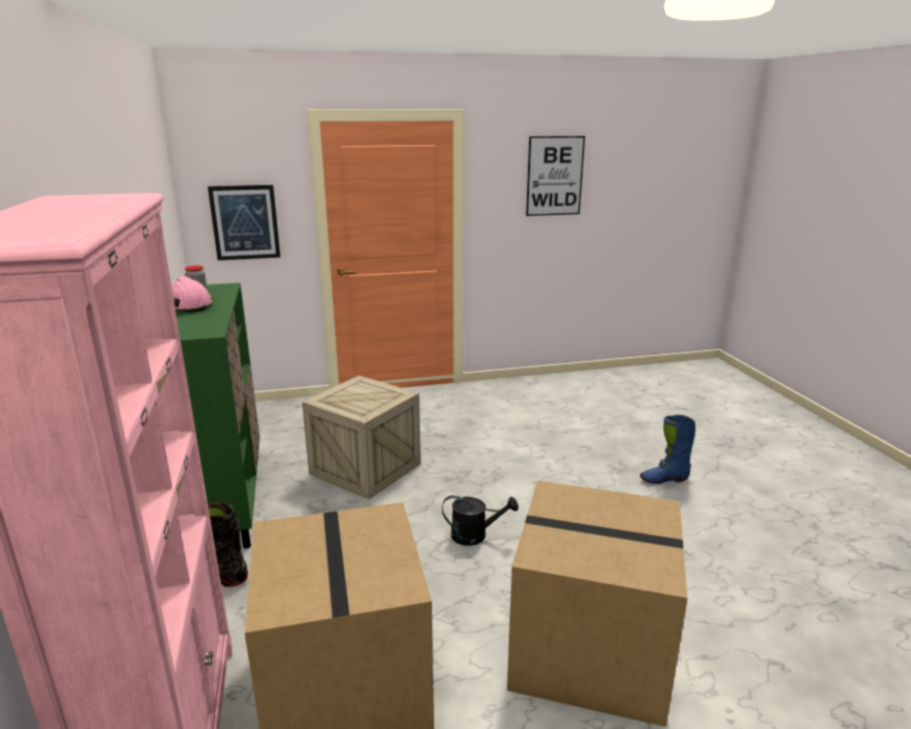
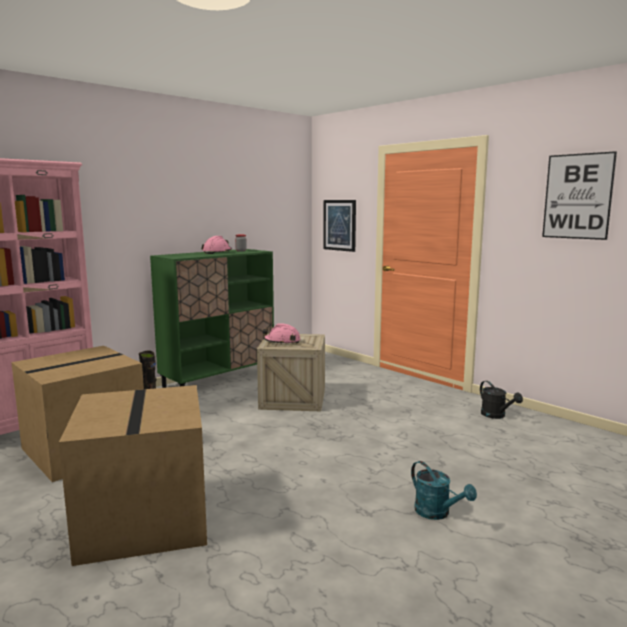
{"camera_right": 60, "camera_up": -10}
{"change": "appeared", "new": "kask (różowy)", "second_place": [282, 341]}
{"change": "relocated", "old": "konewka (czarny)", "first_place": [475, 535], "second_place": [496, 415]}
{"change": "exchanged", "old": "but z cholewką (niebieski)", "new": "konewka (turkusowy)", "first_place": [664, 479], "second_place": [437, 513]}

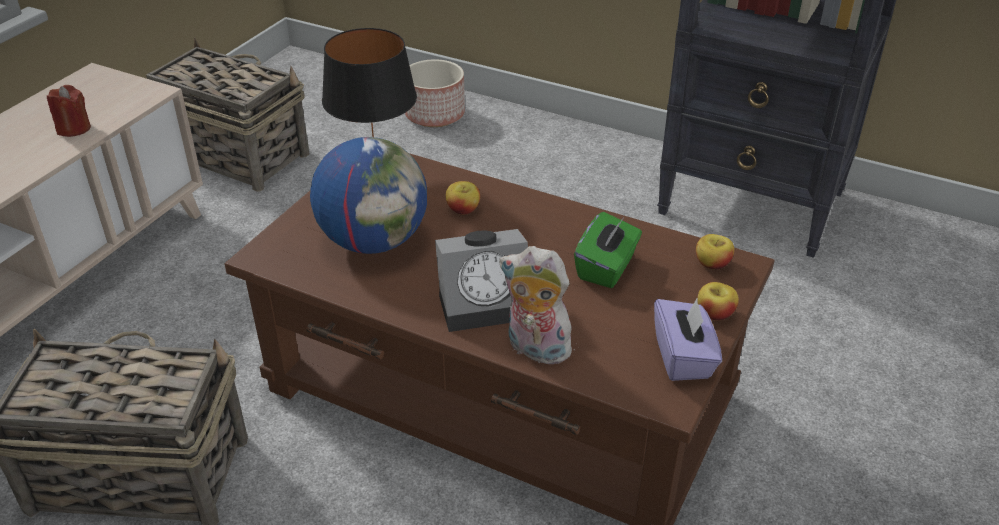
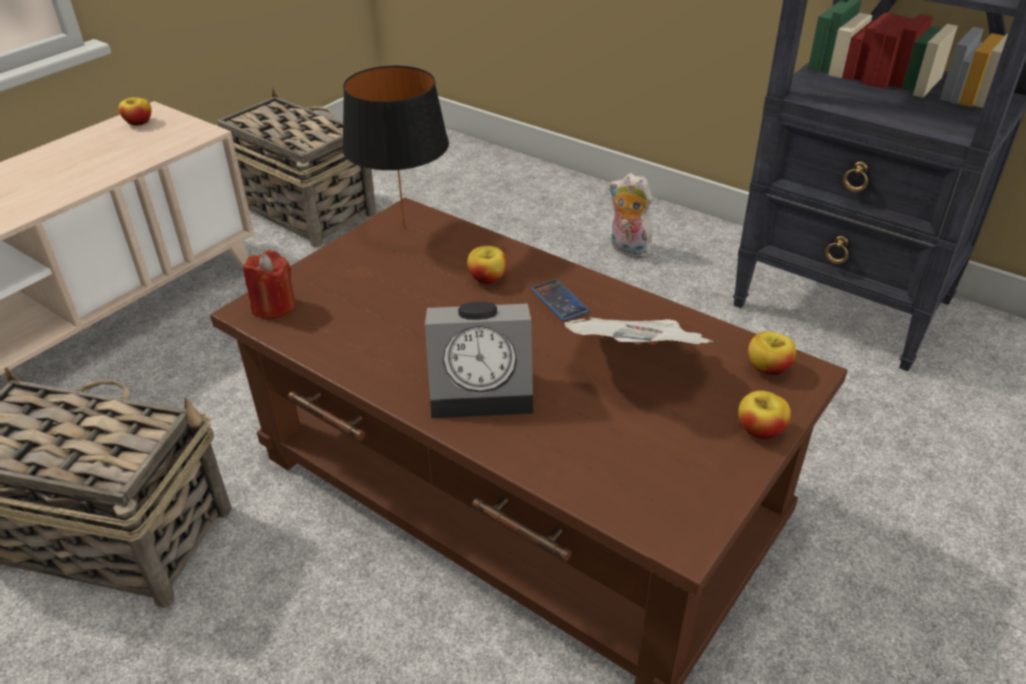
{"camera_right": 10, "camera_up": 0}
{"change": "missing", "old": "globus", "first_place": [374, 241]}
{"change": "missing", "old": "donica", "first_place": [435, 114]}
{"change": "missing", "old": "pudełko chusteczek (fioletowy)", "first_place": [683, 357]}
{"change": "appeared", "new": "jabłko", "second_place": [139, 122]}
{"change": "appeared", "new": "telefon", "second_place": [559, 301]}
{"change": "relocated", "old": "świeca (czerwony)", "first_place": [73, 128], "second_place": [274, 306]}
{"change": "relocated", "old": "pluszak", "first_place": [535, 349], "second_place": [627, 250]}
{"change": "exchanged", "old": "pudełko chusteczek (zielony)", "new": "gazeta", "first_place": [607, 268], "second_place": [637, 360]}

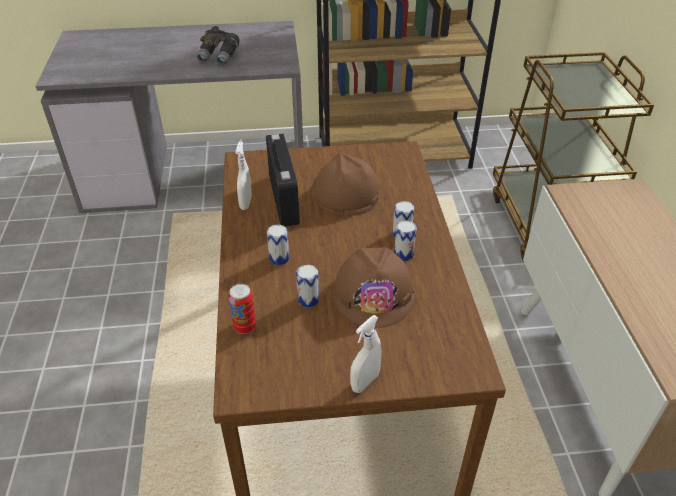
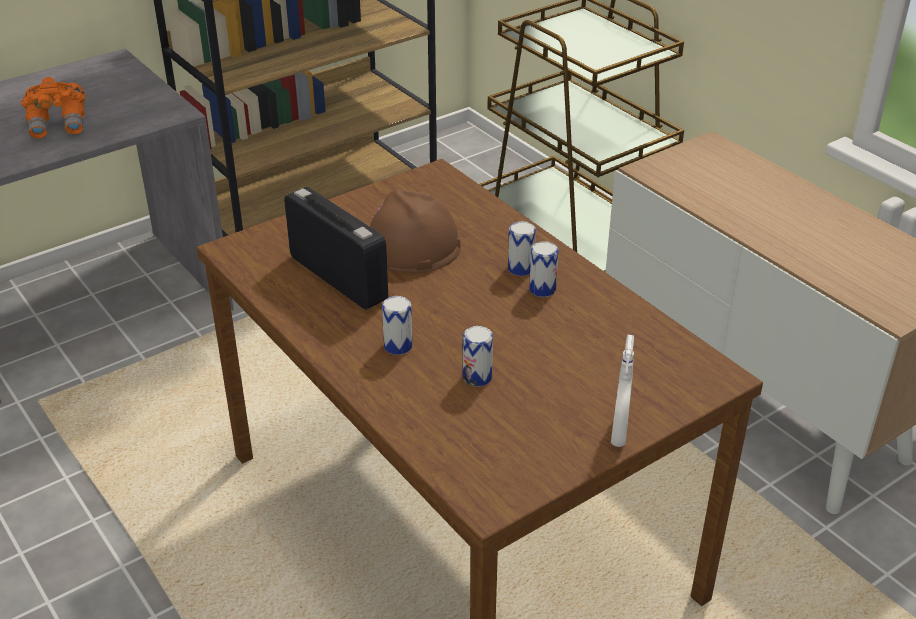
{"camera_right": -30, "camera_up": -5}
{"change": "missing", "old": "puszka", "first_place": [245, 327]}
{"change": "missing", "old": "spryskiwacz (biały)", "first_place": [246, 203]}
{"change": "missing", "old": "kask (brązowy)", "first_place": [374, 294]}
{"change": "colour", "old": "lornetka (szary)", "new": "lornetka (pomarańczowy)", "first_place": [219, 57], "second_place": [59, 124]}

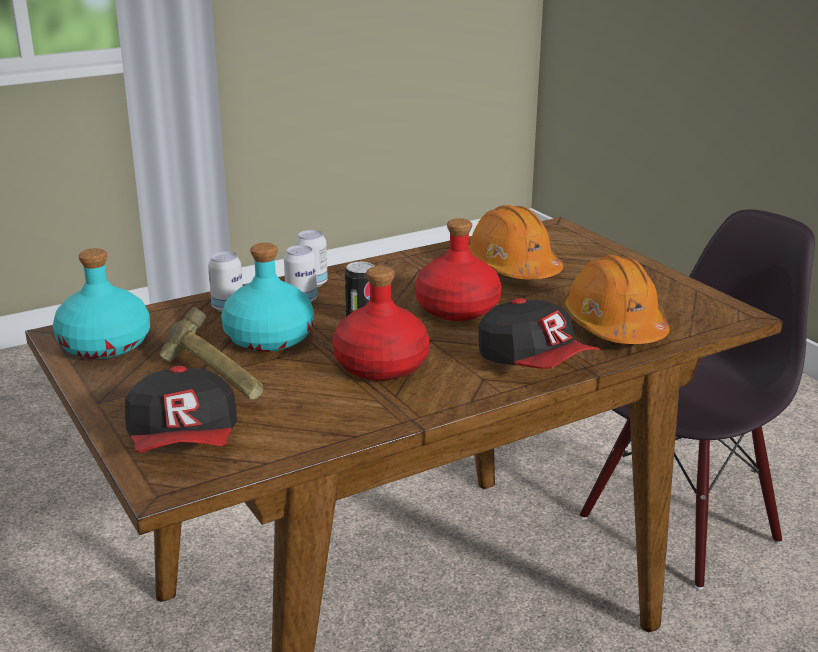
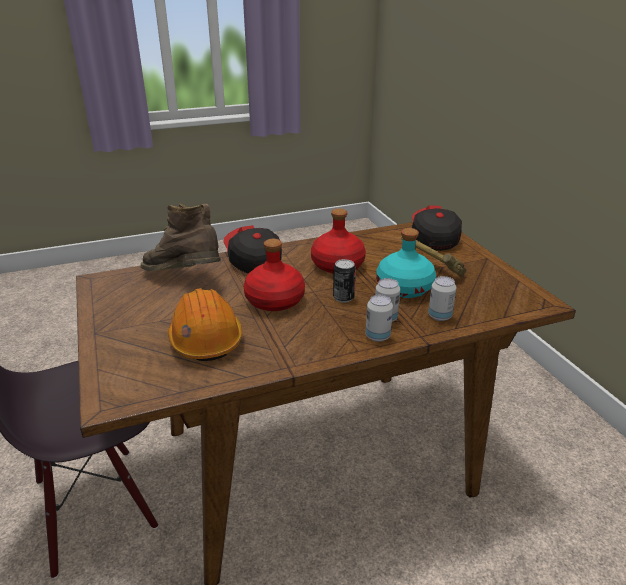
{"camera_right": -170, "camera_up": 5}
{"change": "missing", "old": "butelka (turkusowy)", "first_place": [105, 345]}
{"change": "exchanged", "old": "kask (pomarańczowy)", "new": "but z cholewką (brązowy)", "first_place": [614, 326], "second_place": [185, 278]}

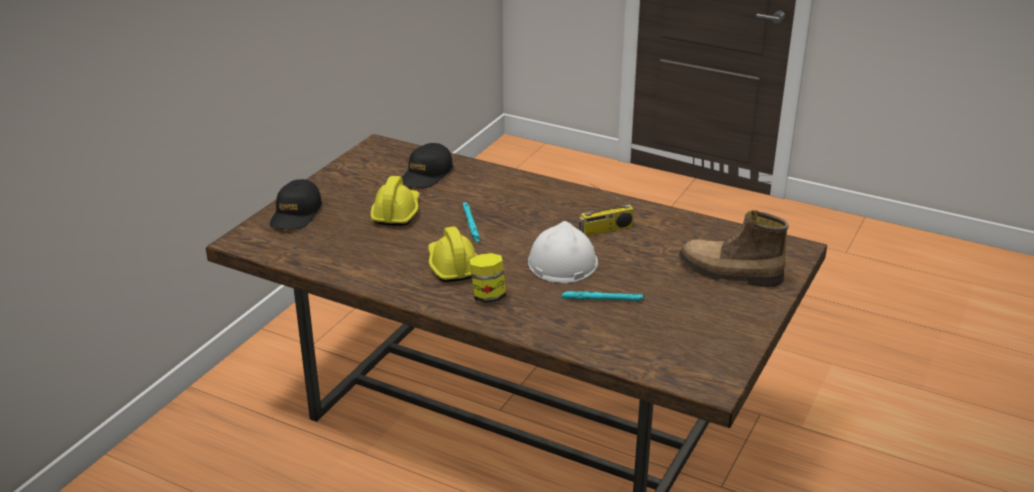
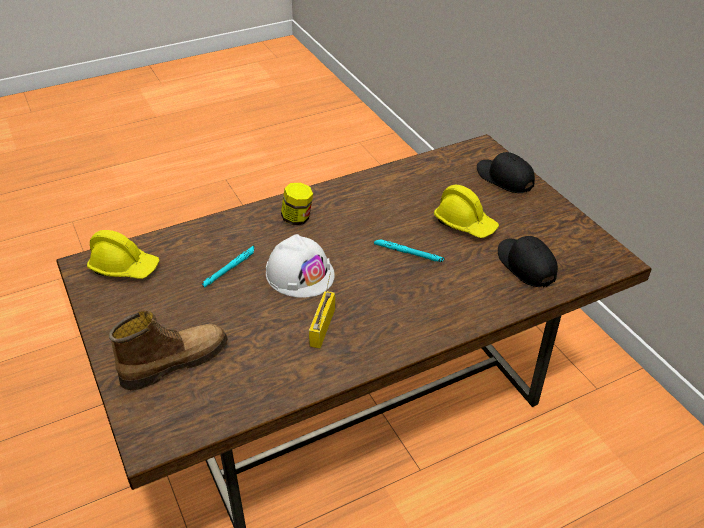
{"camera_right": 125, "camera_up": 10}
{"change": "relocated", "old": "kask (żółty)", "first_place": [452, 266], "second_place": [124, 267]}

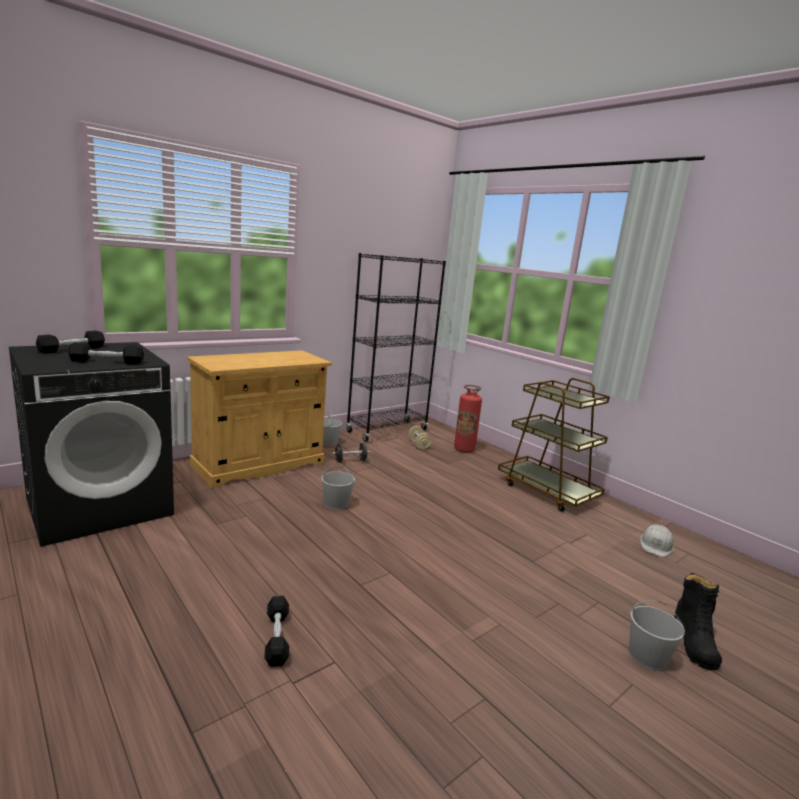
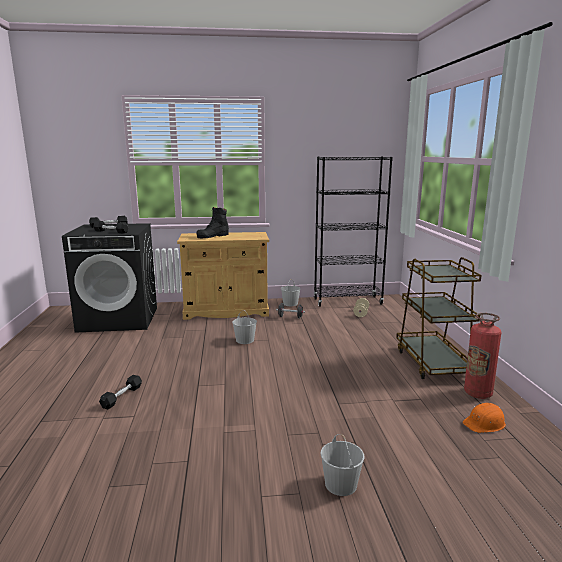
{"camera_right": 35, "camera_up": 0}
{"change": "relocated", "old": "gaśnica", "first_place": [464, 449], "second_place": [478, 393]}
{"change": "relocated", "old": "but z cholewką (czarny)", "first_place": [694, 642], "second_place": [213, 236]}
{"change": "colour", "old": "kask (biały)", "new": "kask (pomarańczowy)", "first_place": [656, 545], "second_place": [485, 423]}

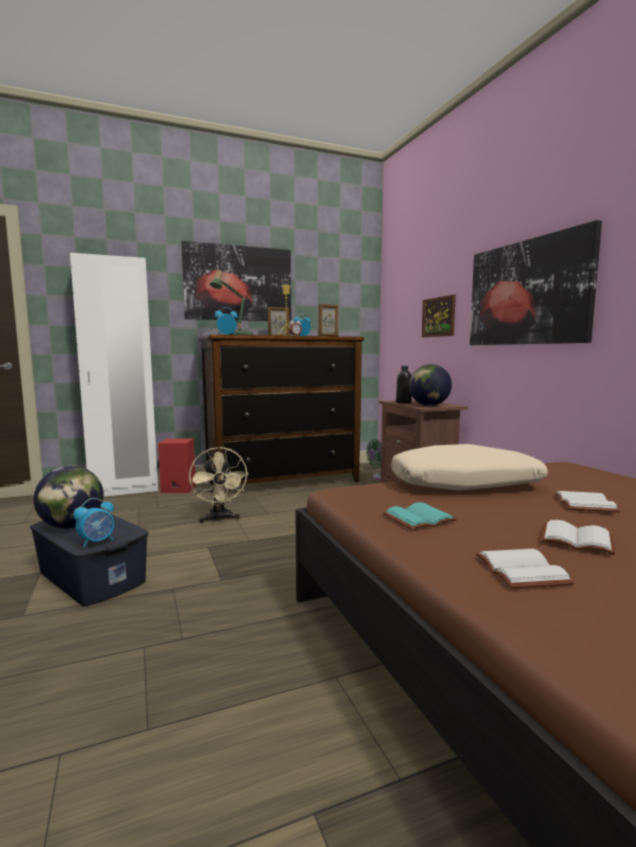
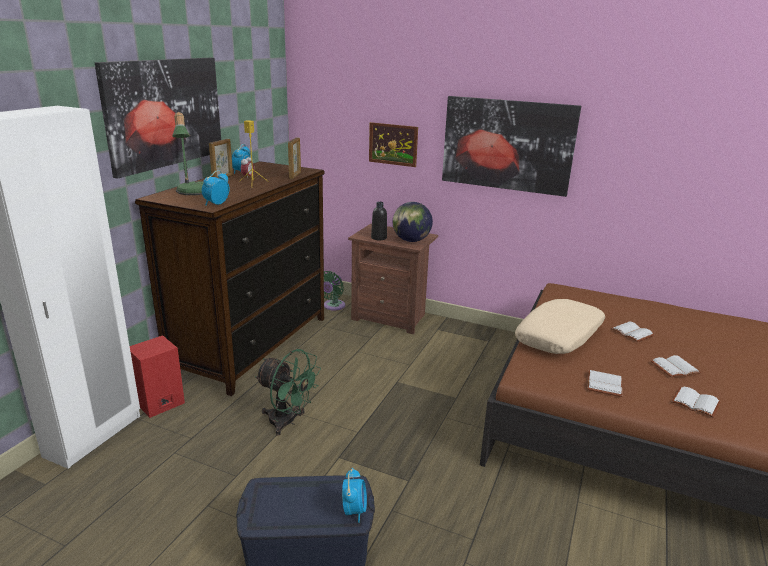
{"camera_right": -45, "camera_up": 15}
{"change": "missing", "old": "globus", "first_place": [72, 526]}
{"change": "colour", "old": "wentylator (beżowy)", "new": "wentylator (zielony)", "first_place": [219, 519], "second_place": [288, 422]}
{"change": "colour", "old": "książka (turkusowy)", "new": "książka (biały)", "first_place": [418, 518], "second_place": [603, 384]}

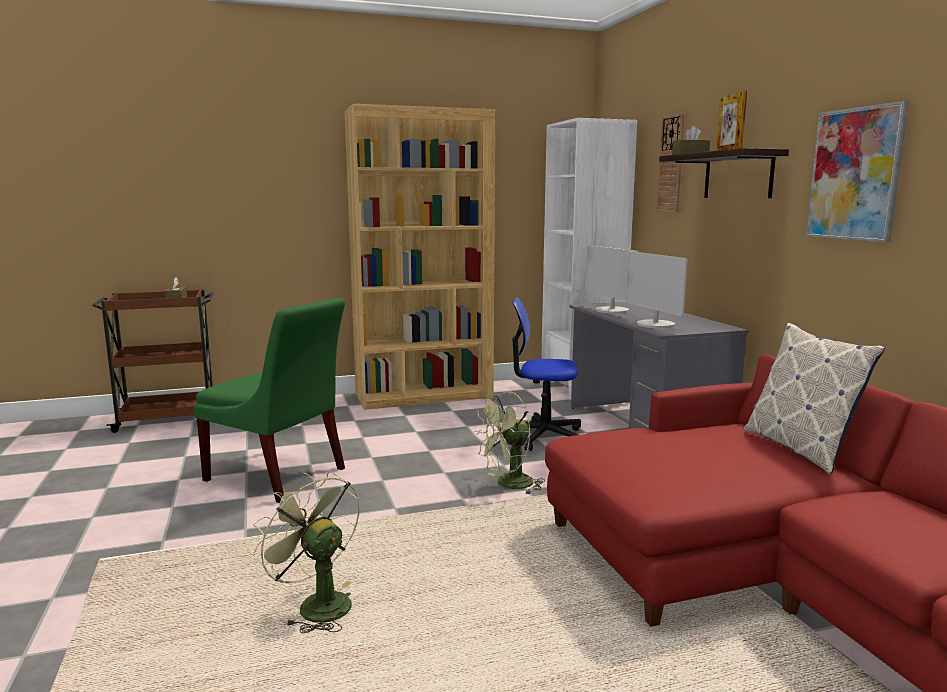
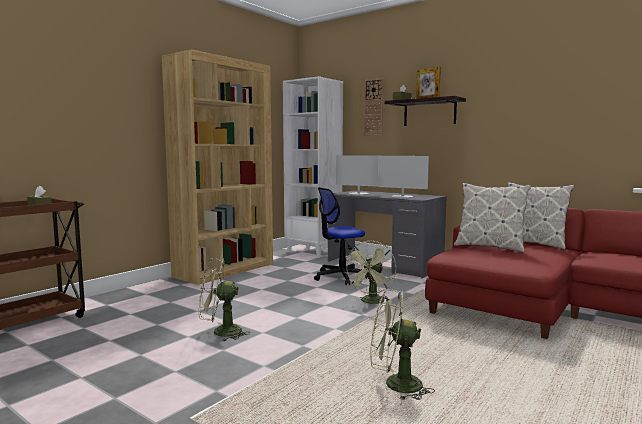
{"camera_right": -35, "camera_up": -5}
{"change": "missing", "old": "obraz", "first_place": [855, 174]}
{"change": "appeared", "new": "poduszka", "second_place": [489, 247]}
{"change": "exchanged", "old": "krzesło (zielony)", "new": "wentylator (zielony)", "first_place": [279, 476], "second_place": [220, 332]}

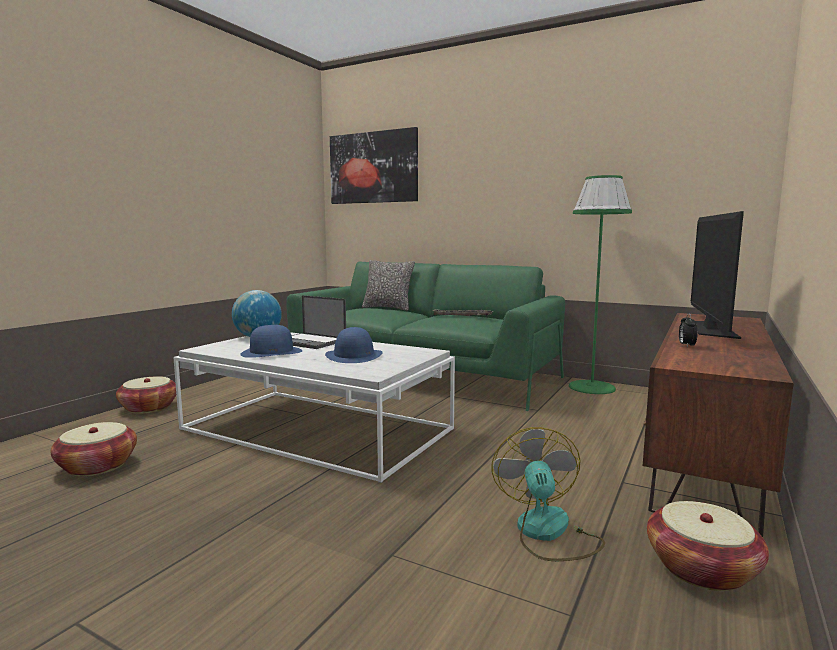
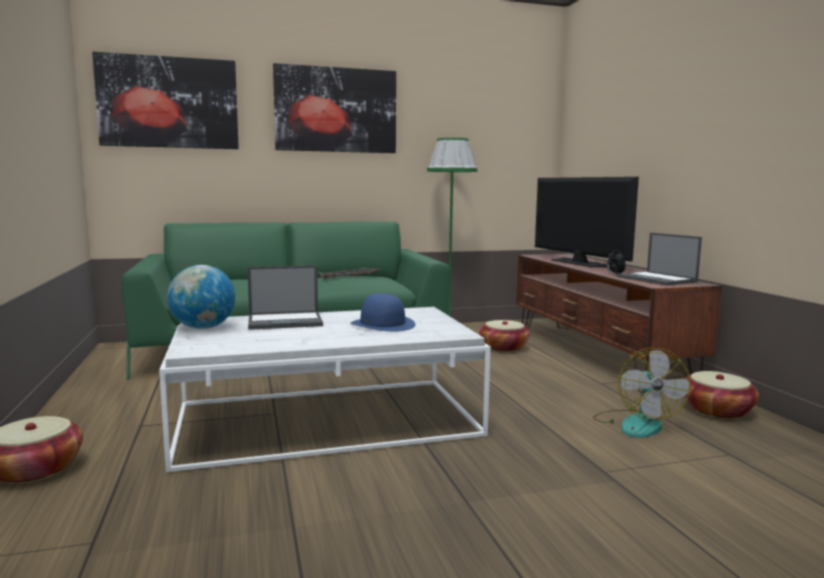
{"camera_right": -45, "camera_up": 0}
{"change": "missing", "old": "kapelusz (niebieski)", "first_place": [272, 352]}
{"change": "missing", "old": "poduszka", "first_place": [388, 308]}
{"change": "appeared", "new": "obraz", "second_place": [336, 110]}
{"change": "appeared", "new": "laptop", "second_place": [657, 279]}
{"change": "relocated", "old": "koszyk", "first_place": [97, 466], "second_place": [503, 348]}
{"change": "spun", "old": "wentylator", "first_place": [547, 533], "second_place": [636, 423], "degrees": -135}

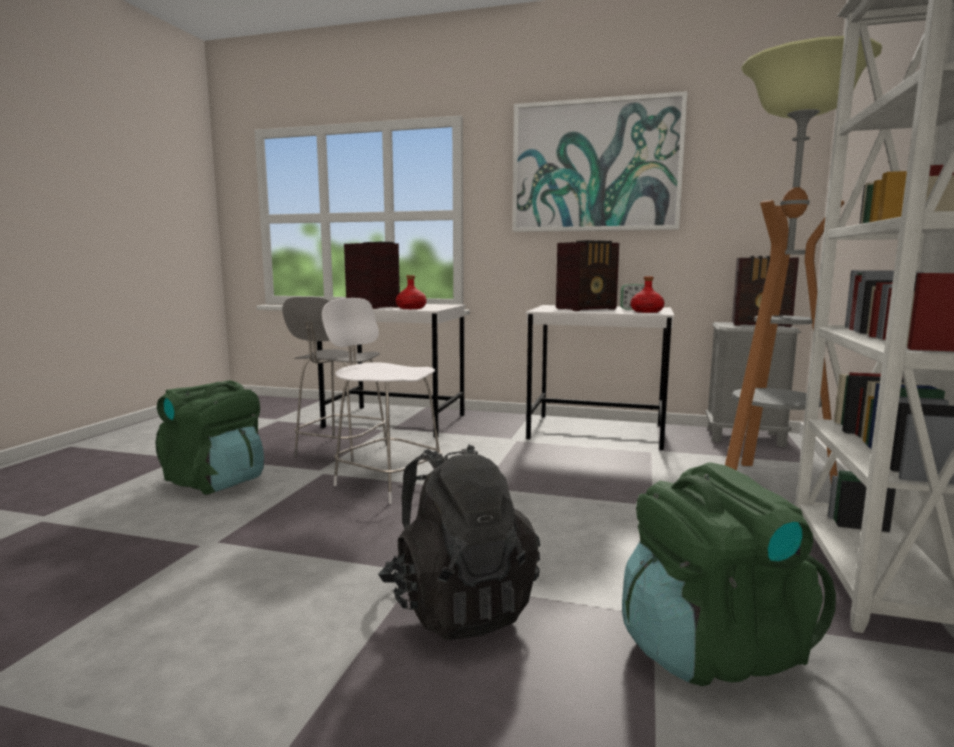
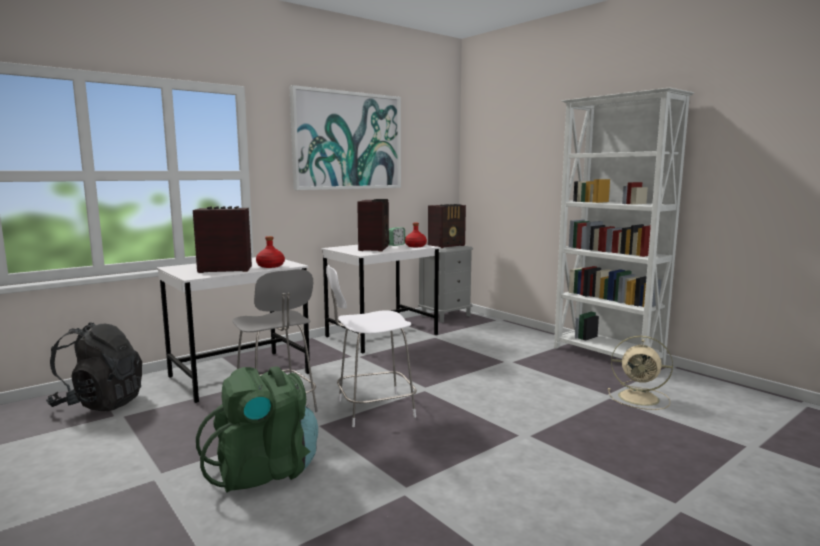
{"camera_right": -55, "camera_up": 0}
{"change": "missing", "old": "lampa stojąca", "first_place": [768, 485]}
{"change": "relocated", "old": "plecak (czarny)", "first_place": [458, 605], "second_place": [100, 403]}
{"change": "exchanged", "old": "plecak (zielony)", "new": "wentylator (beżowy)", "first_place": [711, 648], "second_place": [640, 398]}

